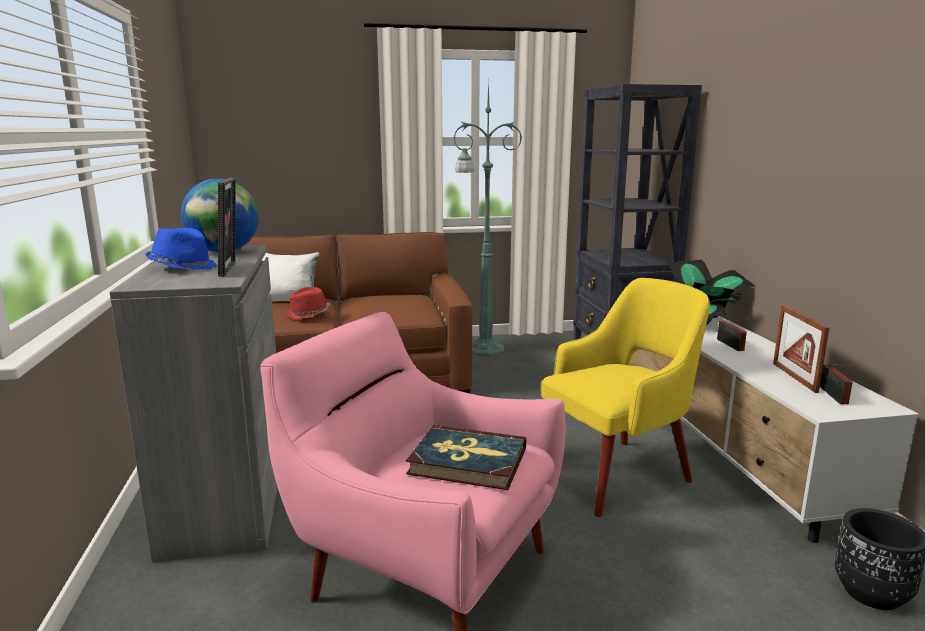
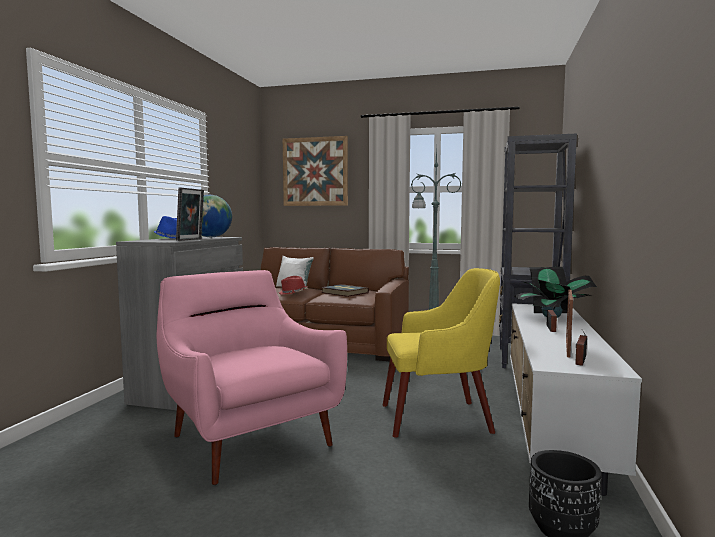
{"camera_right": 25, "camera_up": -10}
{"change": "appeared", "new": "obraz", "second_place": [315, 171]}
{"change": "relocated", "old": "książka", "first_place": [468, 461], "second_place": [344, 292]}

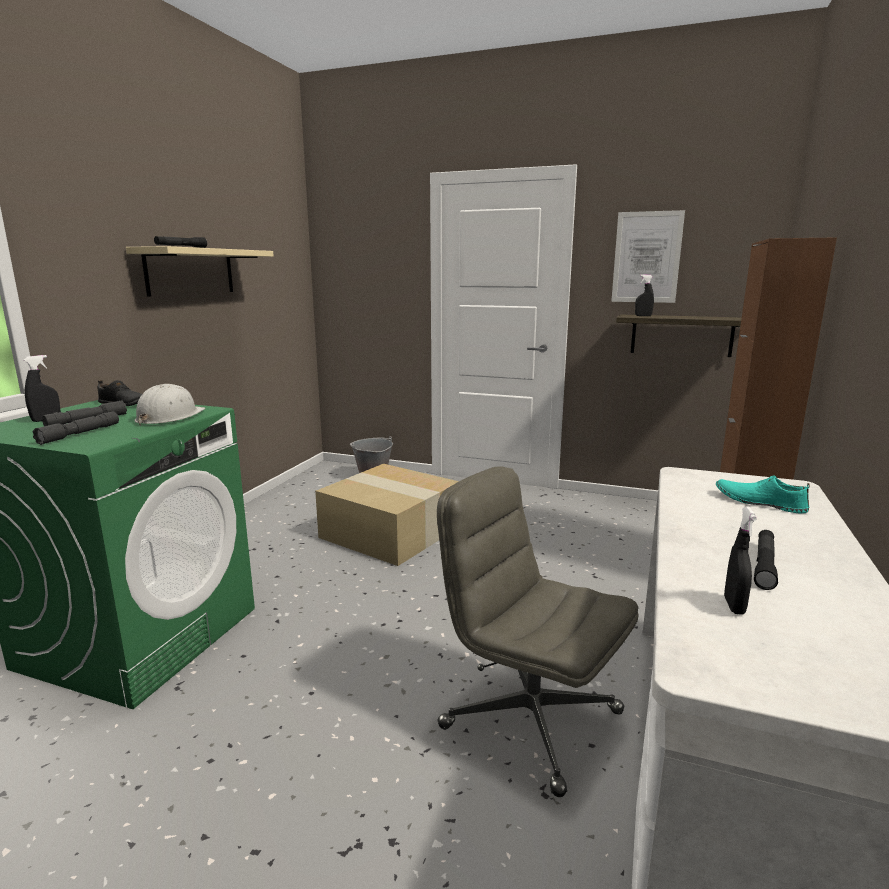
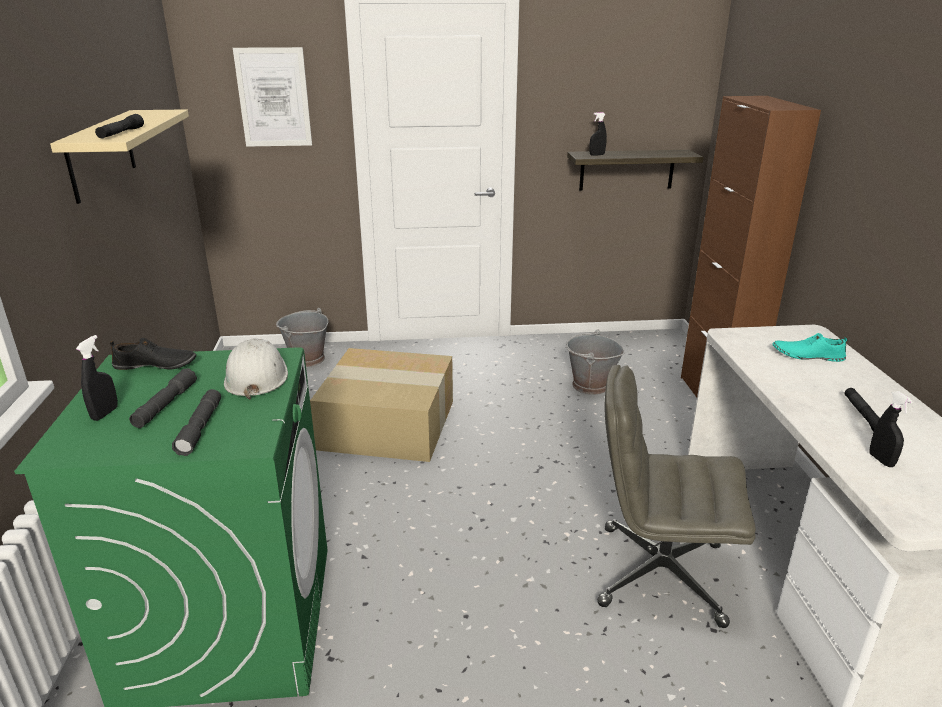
{"camera_right": -25, "camera_up": 10}
{"change": "appeared", "new": "wiadro (szary)", "second_place": [590, 386]}
{"change": "relocated", "old": "obraz", "first_place": [646, 257], "second_place": [273, 97]}

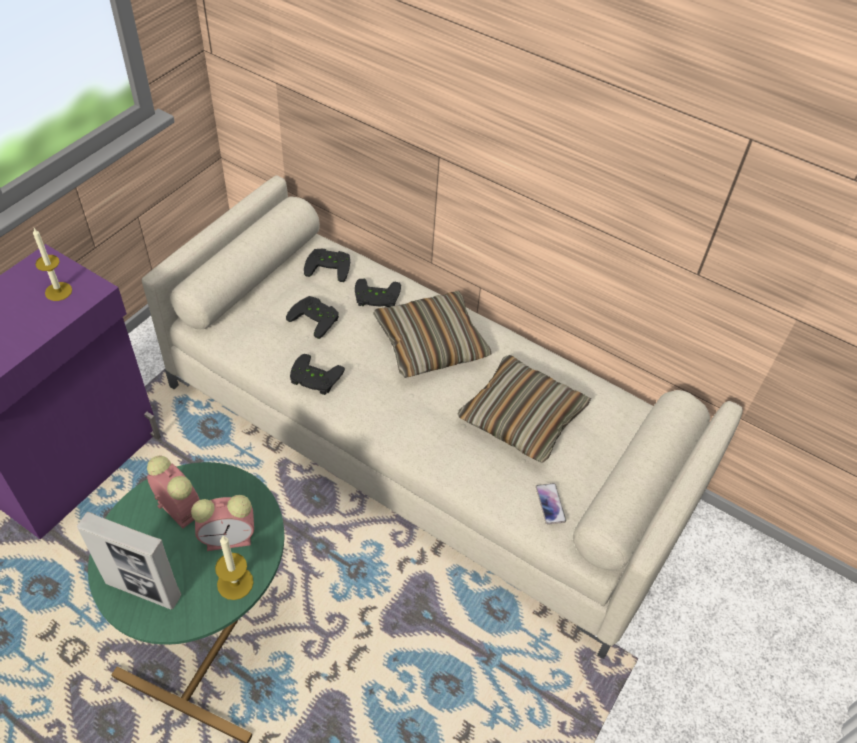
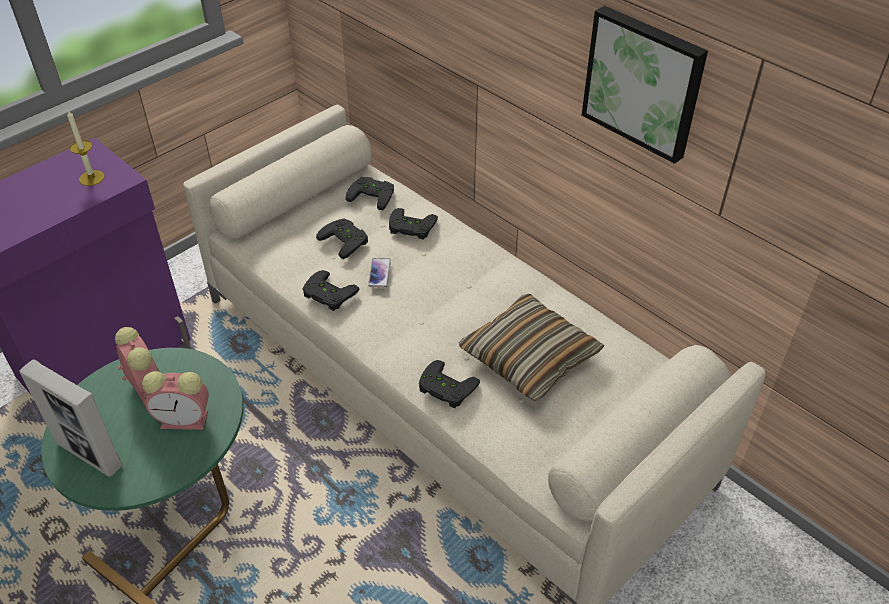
{"camera_right": 15, "camera_up": -5}
{"change": "missing", "old": "świeca", "first_place": [235, 583]}
{"change": "missing", "old": "poduszka", "first_place": [431, 343]}
{"change": "appeared", "new": "pad do gier (czarny)", "second_place": [445, 389]}
{"change": "appeared", "new": "obraz", "second_place": [644, 82]}
{"change": "relocated", "old": "telefon", "first_place": [550, 504], "second_place": [379, 273]}

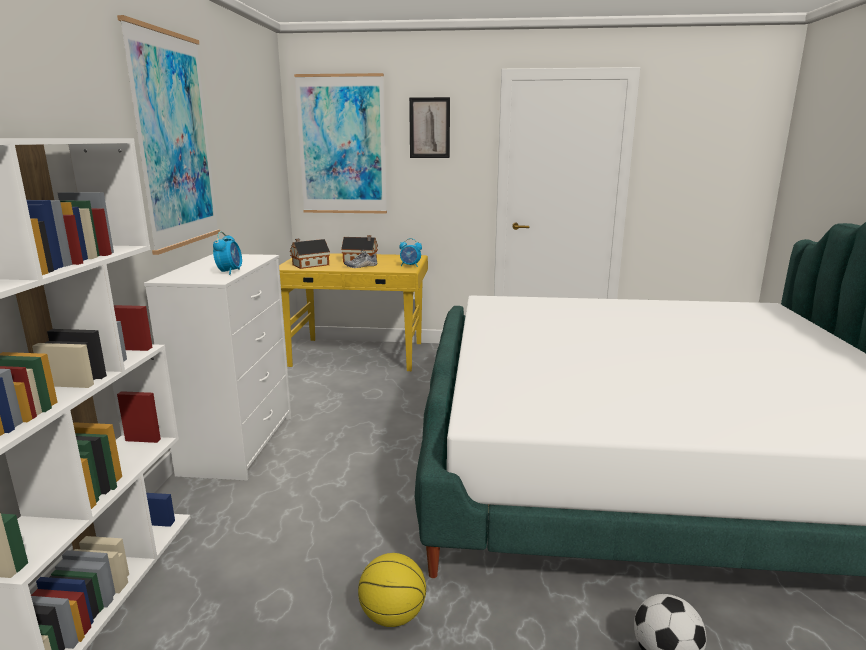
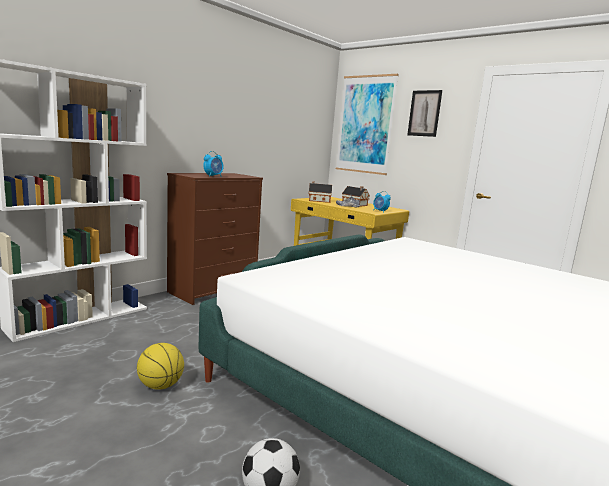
{"camera_right": 35, "camera_up": -5}
{"change": "missing", "old": "obraz", "first_place": [174, 141]}
{"change": "colour", "old": "komoda (biały)", "new": "komoda (brązowy)", "first_place": [239, 444], "second_place": [213, 290]}

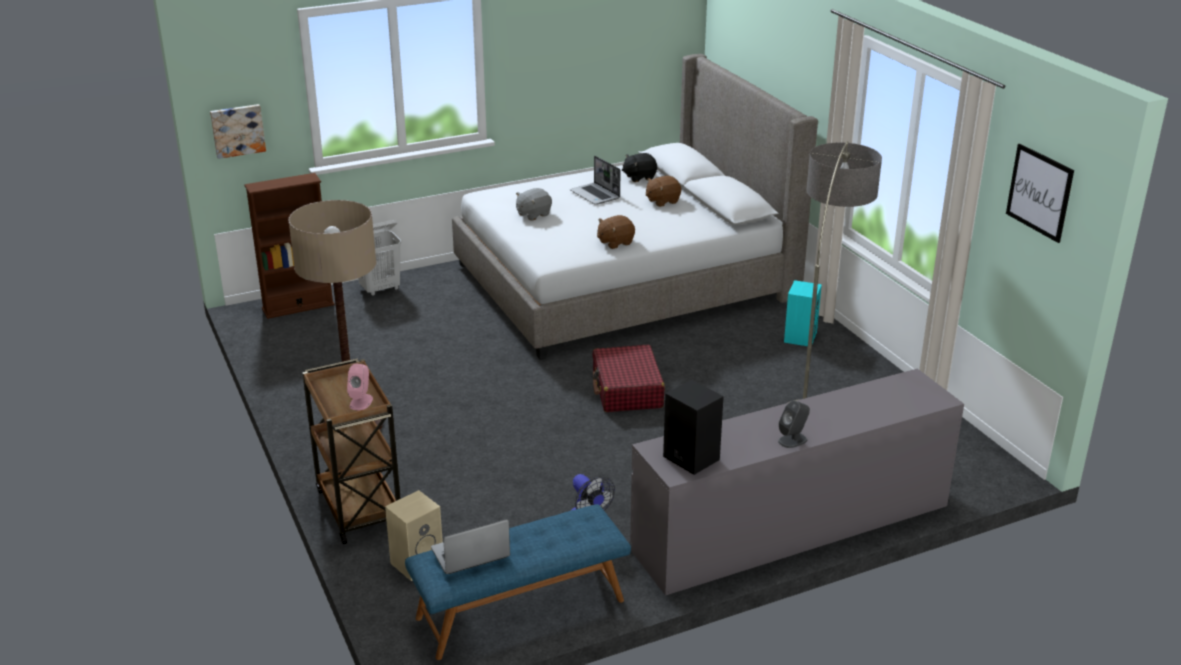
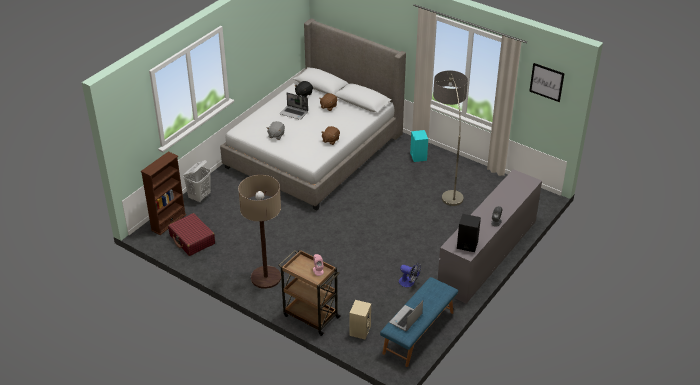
{"camera_right": -30, "camera_up": 10}
{"change": "missing", "old": "obraz", "first_place": [237, 130]}
{"change": "relocated", "old": "walizka (czerwony)", "first_place": [627, 390], "second_place": [192, 239]}

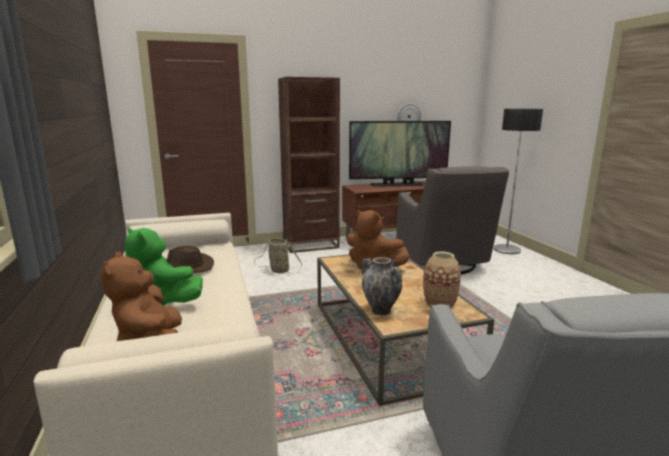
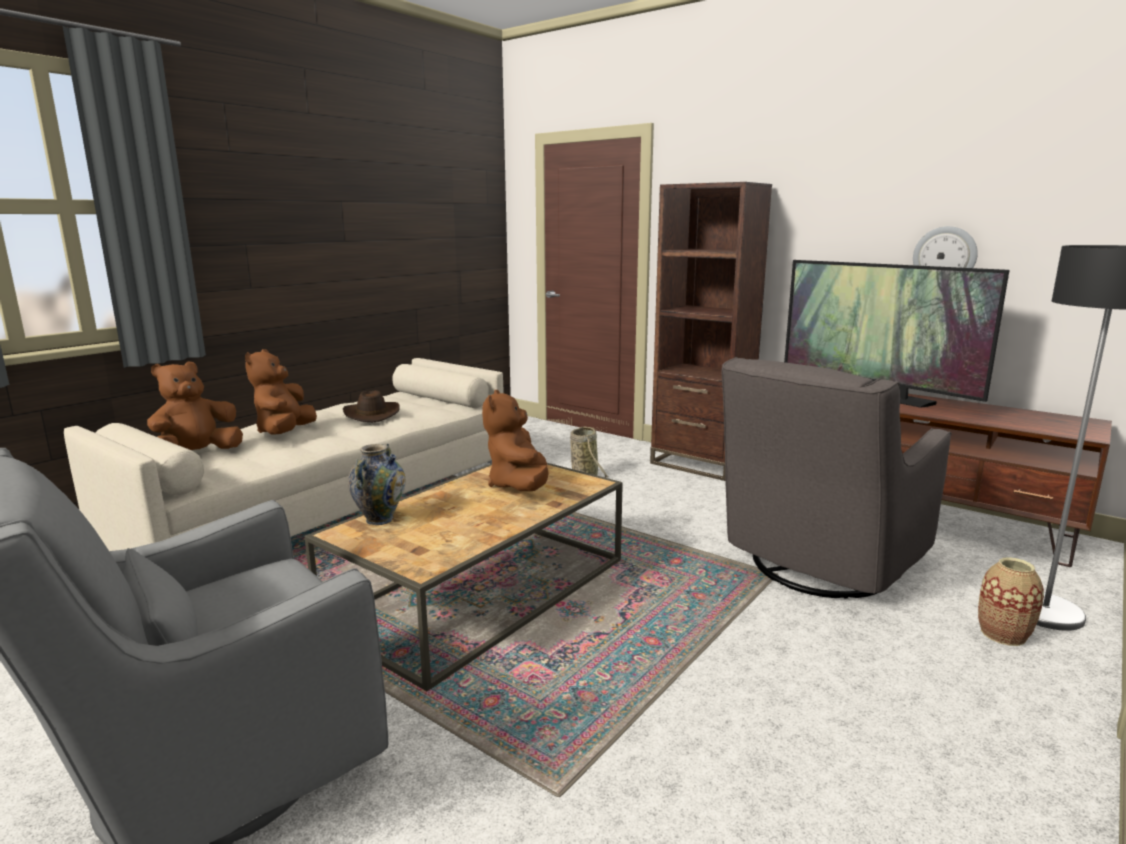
{"camera_right": 55, "camera_up": 0}
{"change": "relocated", "old": "wazon", "first_place": [440, 304], "second_place": [1003, 634]}
{"change": "colour", "old": "pluszak (zielony)", "new": "pluszak (brązowy)", "first_place": [164, 302], "second_place": [285, 432]}

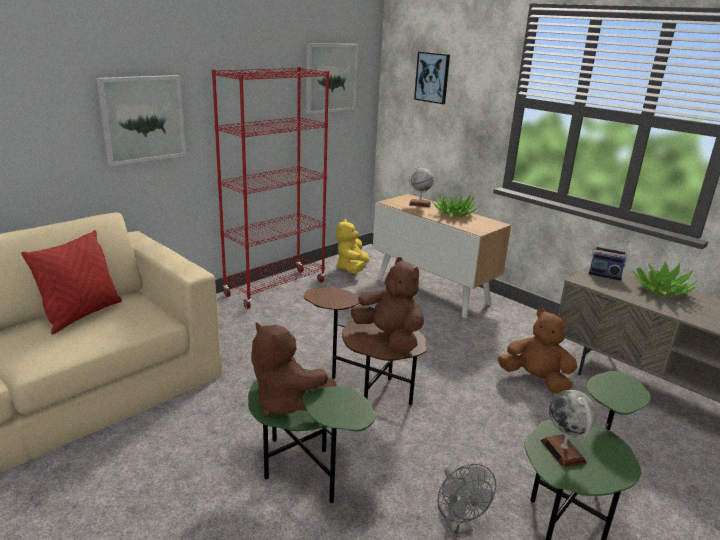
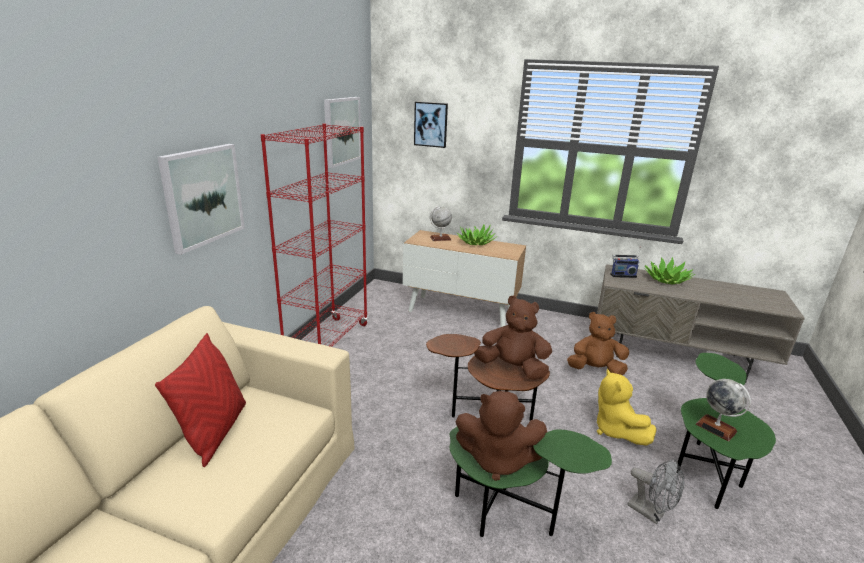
{"camera_right": -25, "camera_up": 0}
{"change": "relocated", "old": "pluszak (żółty)", "first_place": [352, 269], "second_place": [615, 430]}

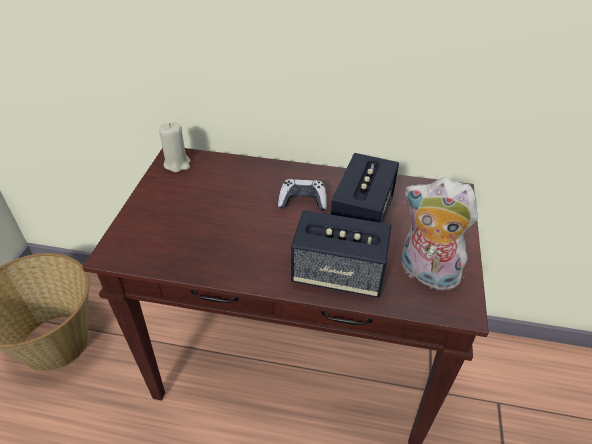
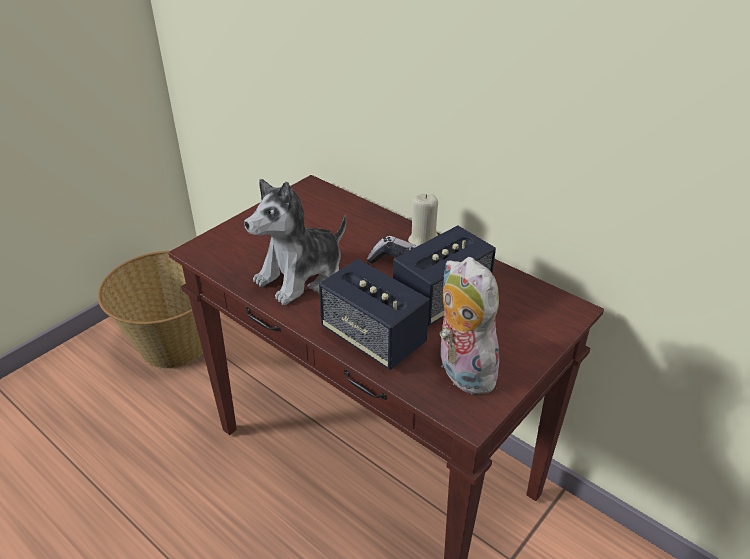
{"camera_right": 30, "camera_up": -5}
{"change": "appeared", "new": "pluszak", "second_place": [301, 276]}
{"change": "relocated", "old": "świeca (beżowy)", "first_place": [177, 164], "second_place": [424, 241]}

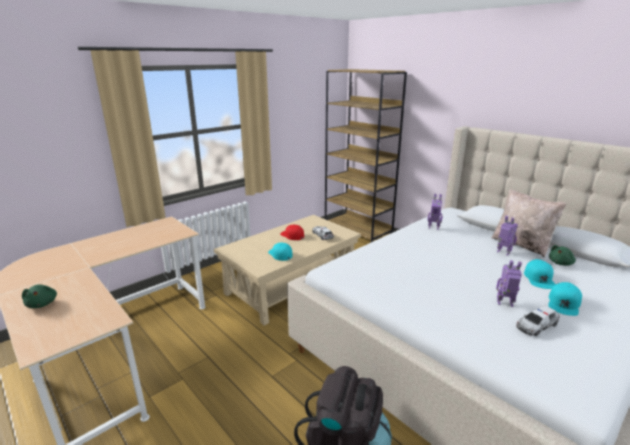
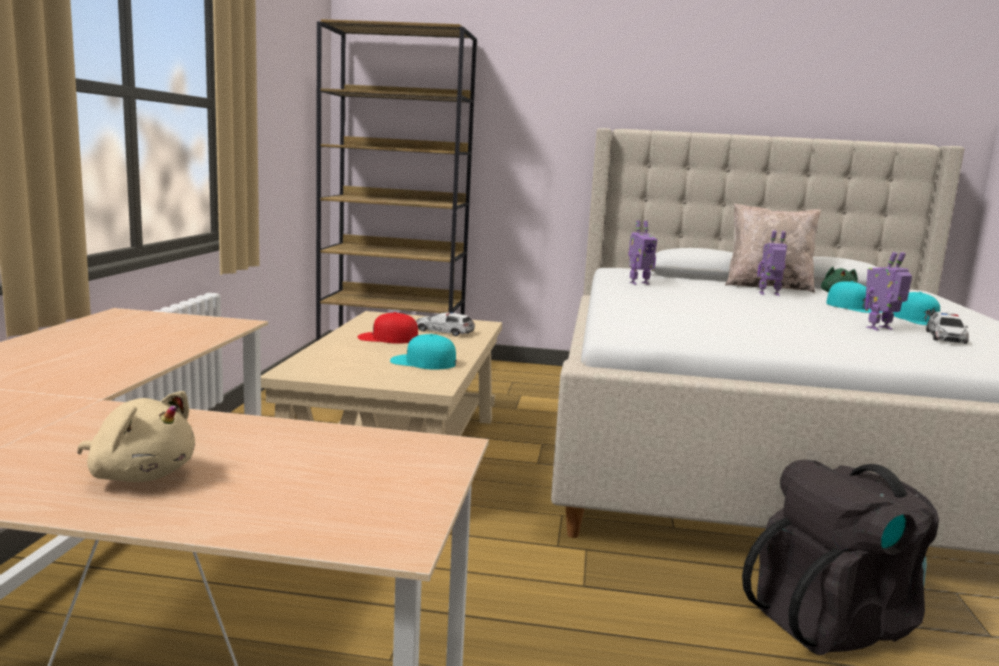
{"camera_right": -40, "camera_up": -10}
{"change": "colour", "old": "pluszak (zielony)", "new": "pluszak (beżowy)", "first_place": [42, 304], "second_place": [140, 475]}

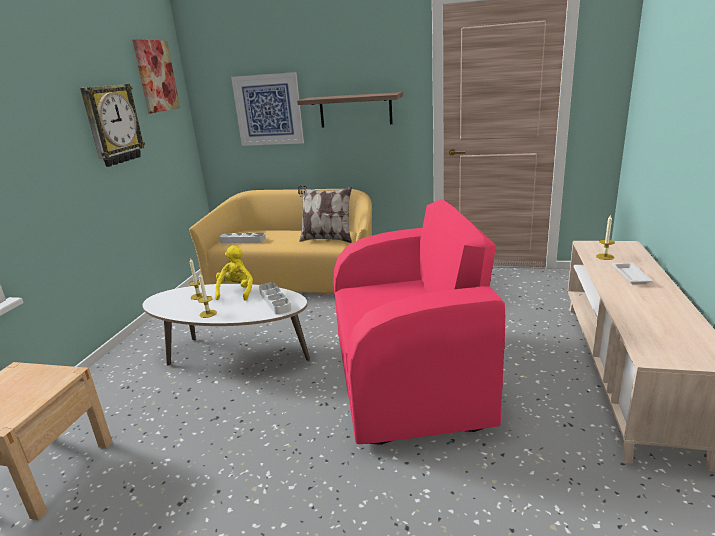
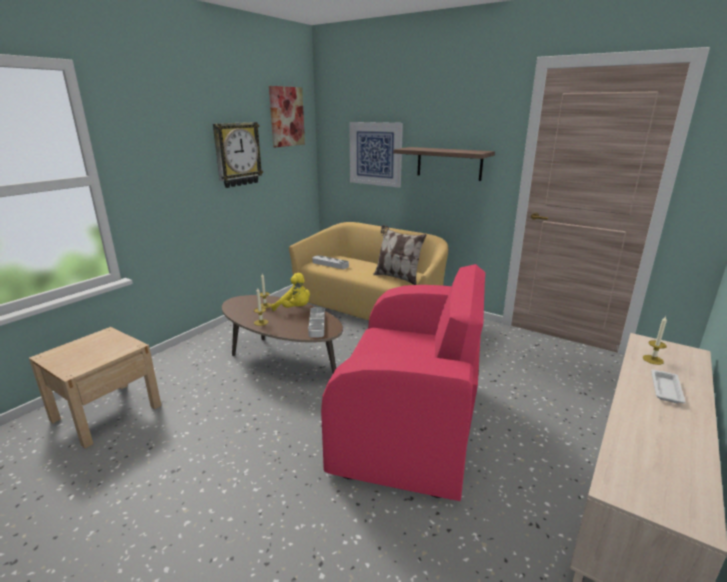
{"camera_right": 20, "camera_up": 0}
{"change": "colour", "old": "ława (biały)", "new": "ława (brązowy)", "first_place": [233, 355], "second_place": [283, 361]}
{"change": "spun", "old": "pluszak (żółty)", "first_place": [236, 292], "second_place": [294, 309], "degrees": 90}

